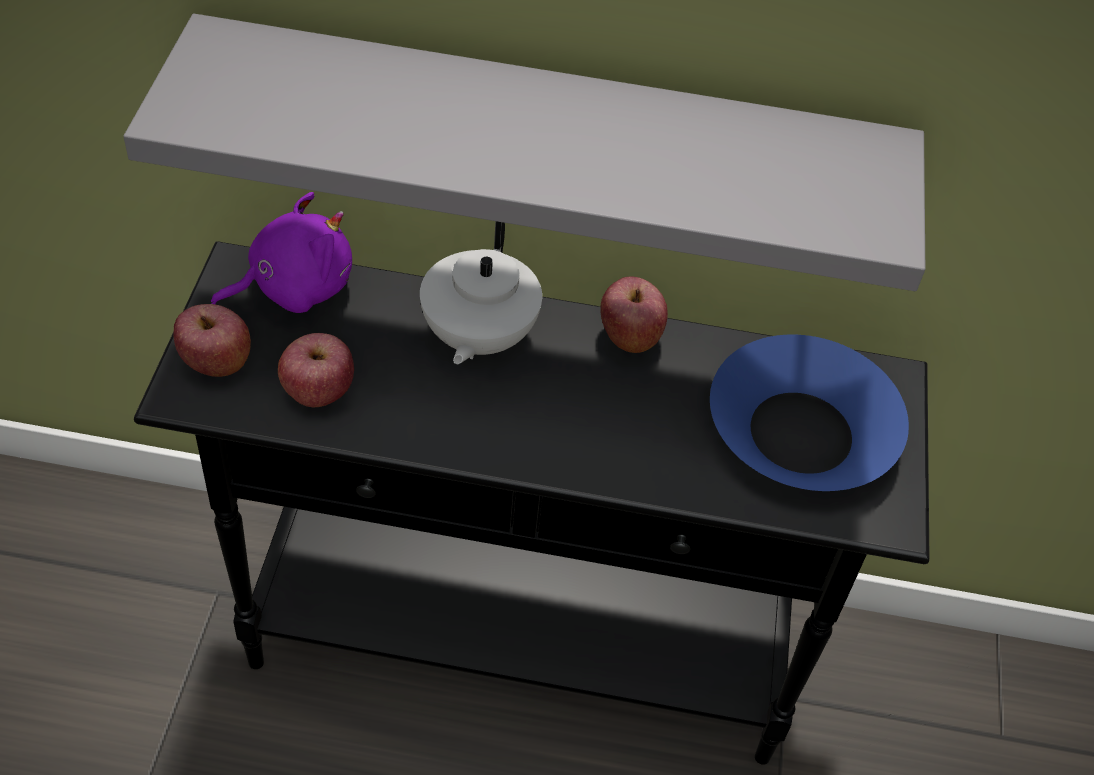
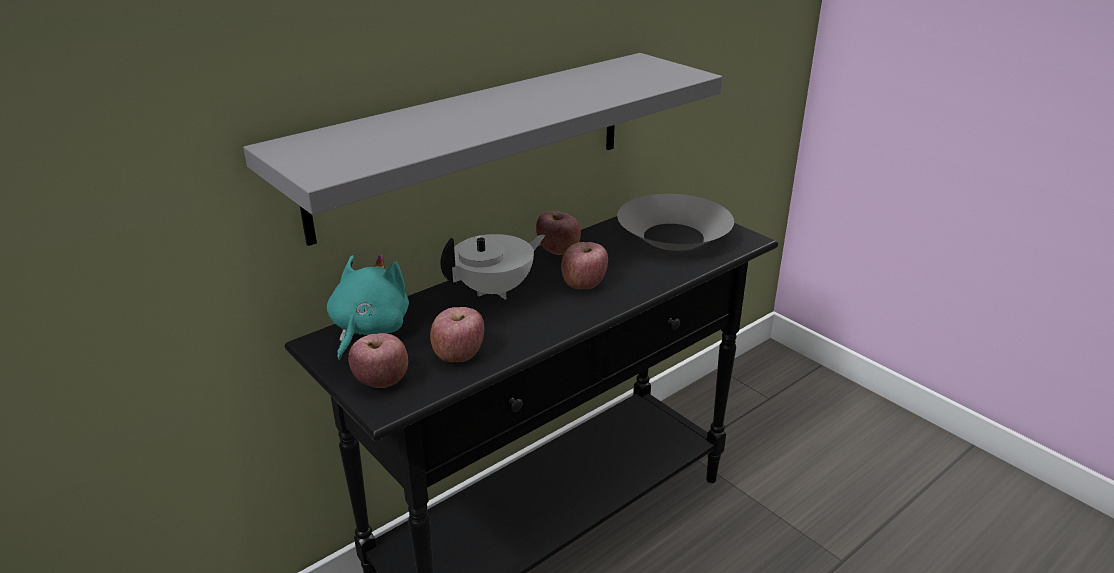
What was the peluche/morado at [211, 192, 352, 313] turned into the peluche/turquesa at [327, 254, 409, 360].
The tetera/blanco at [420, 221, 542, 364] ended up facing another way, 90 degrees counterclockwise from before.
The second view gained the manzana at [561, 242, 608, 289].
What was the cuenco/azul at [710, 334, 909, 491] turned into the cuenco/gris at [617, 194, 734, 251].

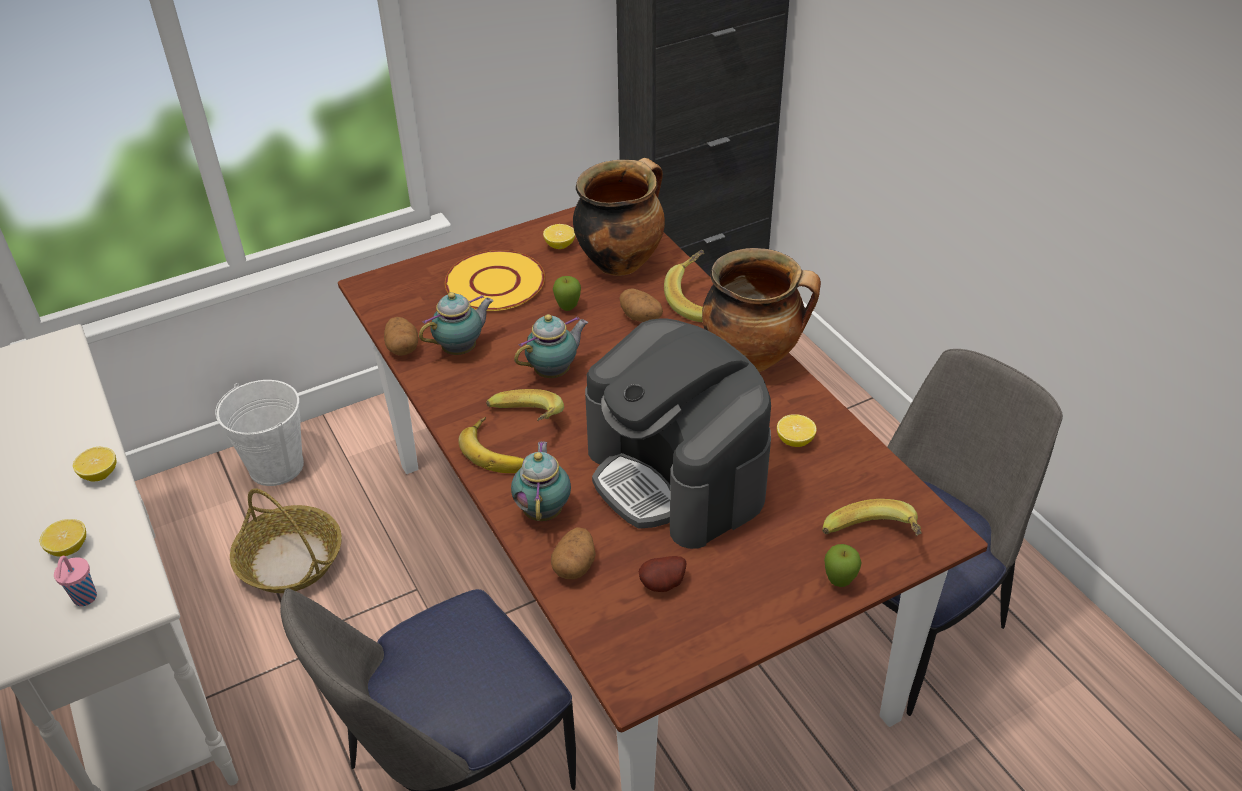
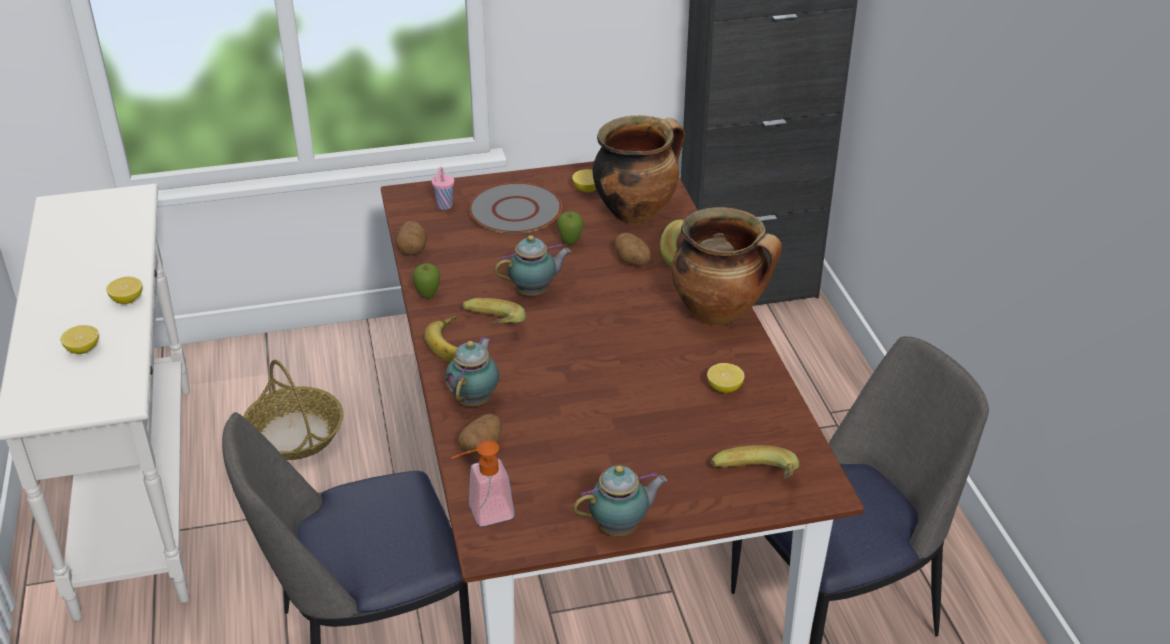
The manzana ended up elsewhere, having gone from [824, 544, 862, 587] to [412, 263, 440, 299].
The taza/rosa ended up elsewhere, having gone from [54, 556, 97, 606] to [432, 167, 454, 210].
The second view gained the dispensador de jabón at [451, 440, 514, 526].
What was the plato/amarillo at [445, 250, 545, 311] turned into the plato/gris at [469, 183, 562, 234].
The tetera ended up elsewhere, having gone from [419, 292, 493, 355] to [573, 465, 668, 536].
The second view lost the cubo/blanco at [215, 380, 304, 486].
The second view lost the cafetera at [585, 319, 771, 549].
The second view lost the patata at [639, 556, 686, 592].

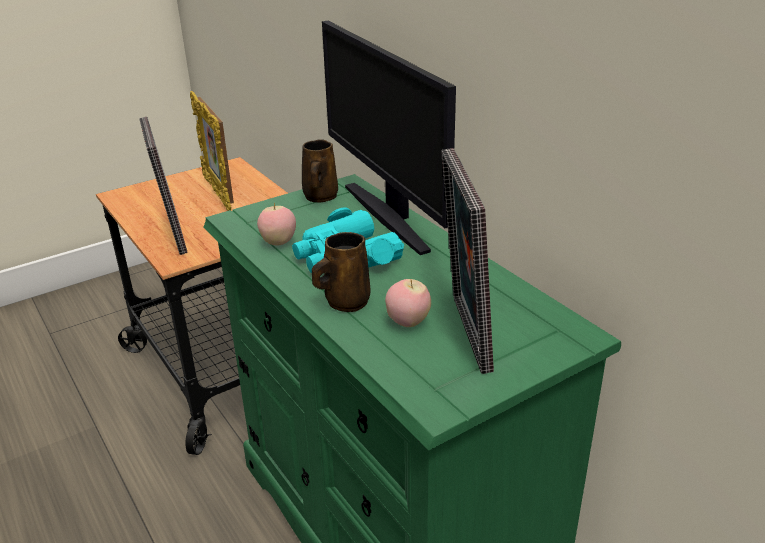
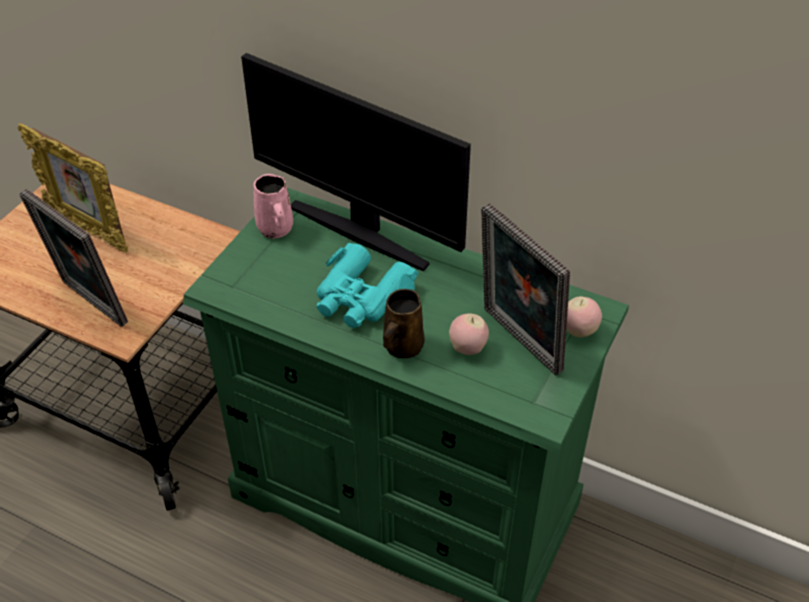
What was the taza grande/marrón at [302, 139, 338, 202] turned into the taza grande/rosa at [254, 174, 293, 239].
The manzana ended up elsewhere, having gone from [257, 202, 296, 246] to [566, 296, 602, 337].

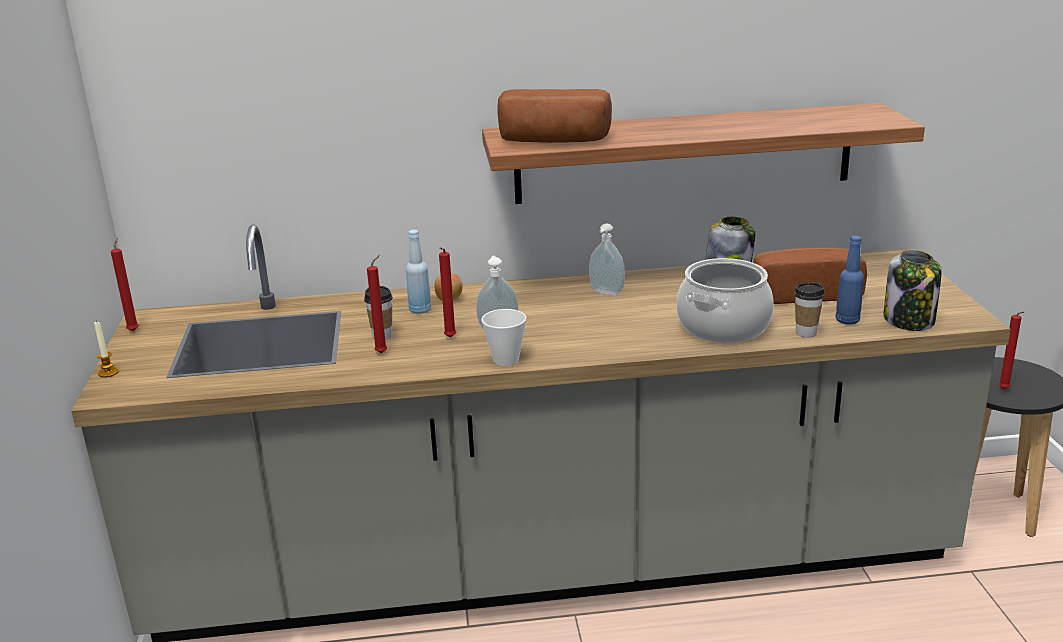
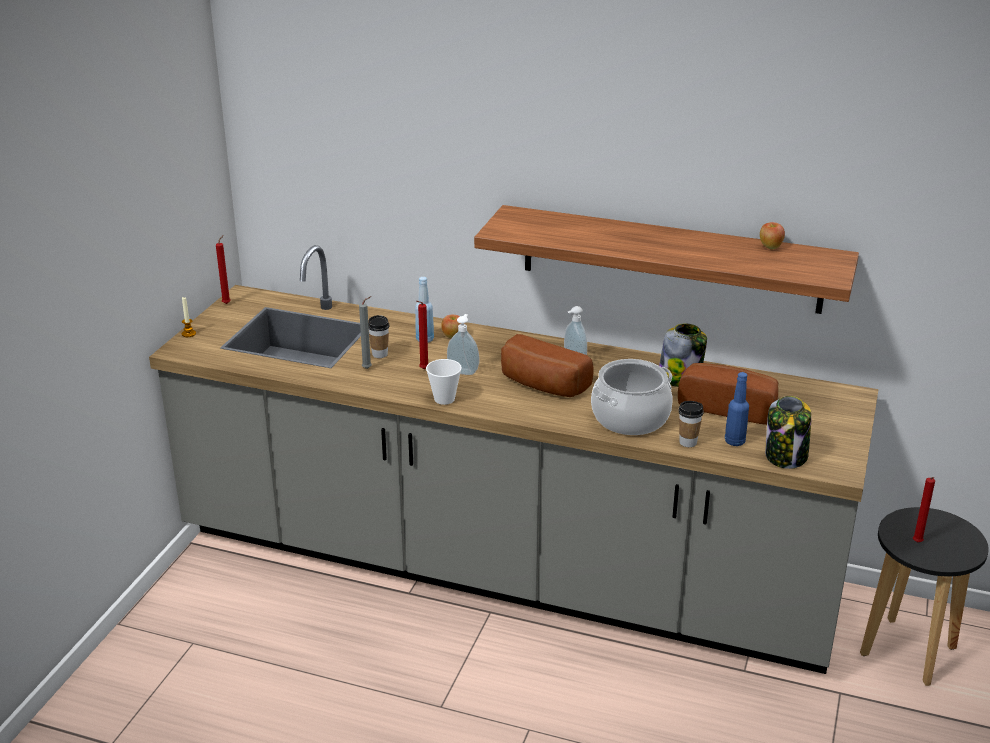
What was the vela/rojo at [367, 255, 387, 354] turned into the vela/gris at [359, 296, 372, 369].
The pan ended up elsewhere, having gone from [497, 89, 612, 143] to [501, 334, 593, 397].
The second view gained the manzana at [760, 222, 785, 249].

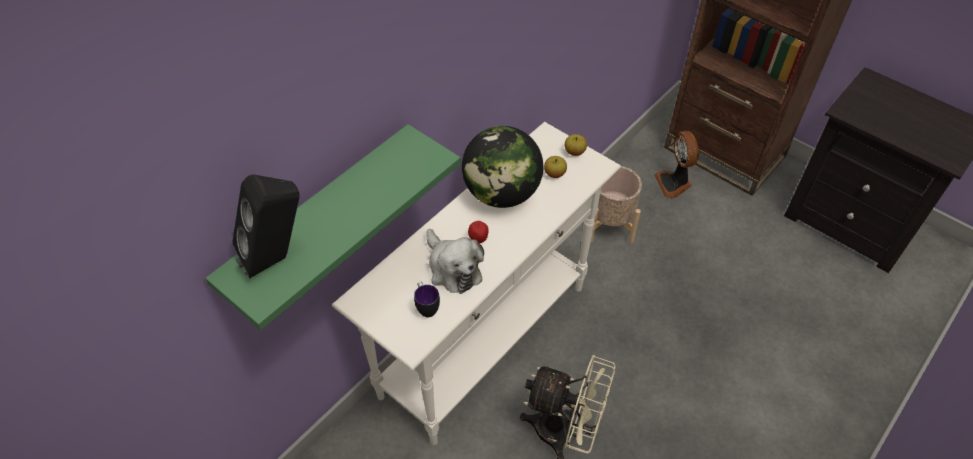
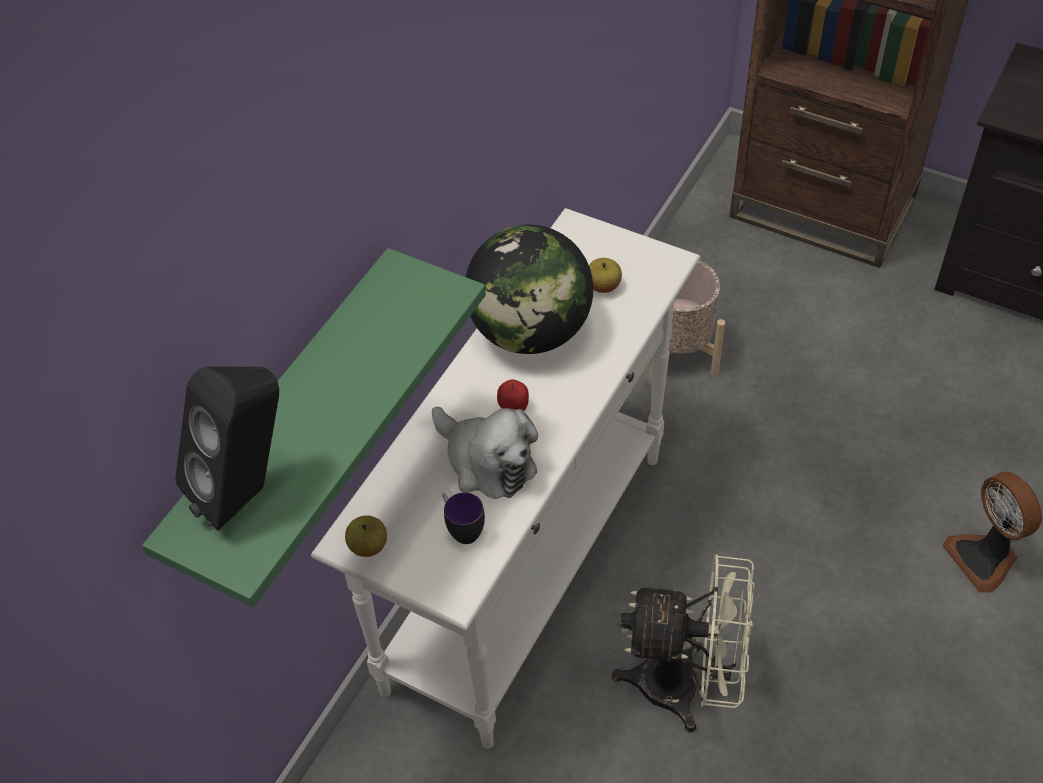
The manzana ended up elsewhere, having gone from [565, 134, 587, 156] to [345, 515, 387, 557].
The ventilador ended up elsewhere, having gone from [654, 131, 699, 199] to [942, 472, 1042, 593].

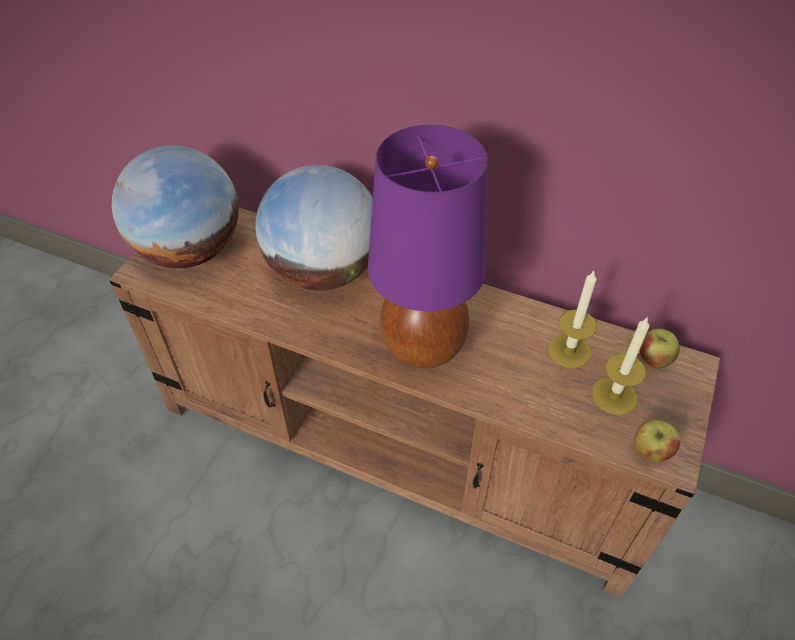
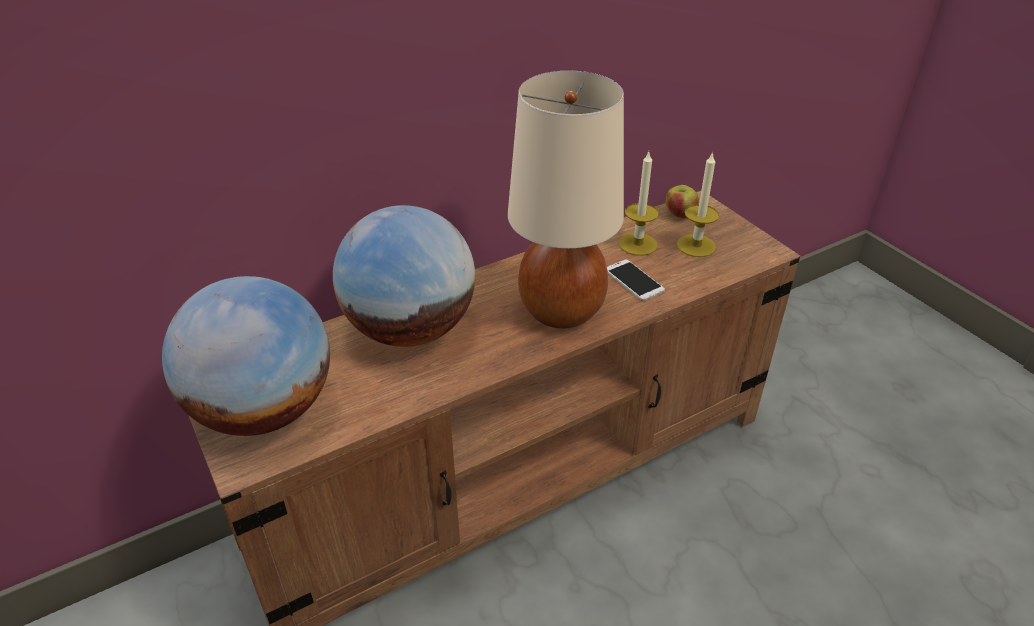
What was the lámpara de mesa/morado at [368, 125, 488, 368] turned into the lámpara de mesa/beis at [508, 71, 624, 328].
The second view gained the móvil at [607, 260, 665, 301].
The second view lost the manzana at [634, 420, 680, 462].

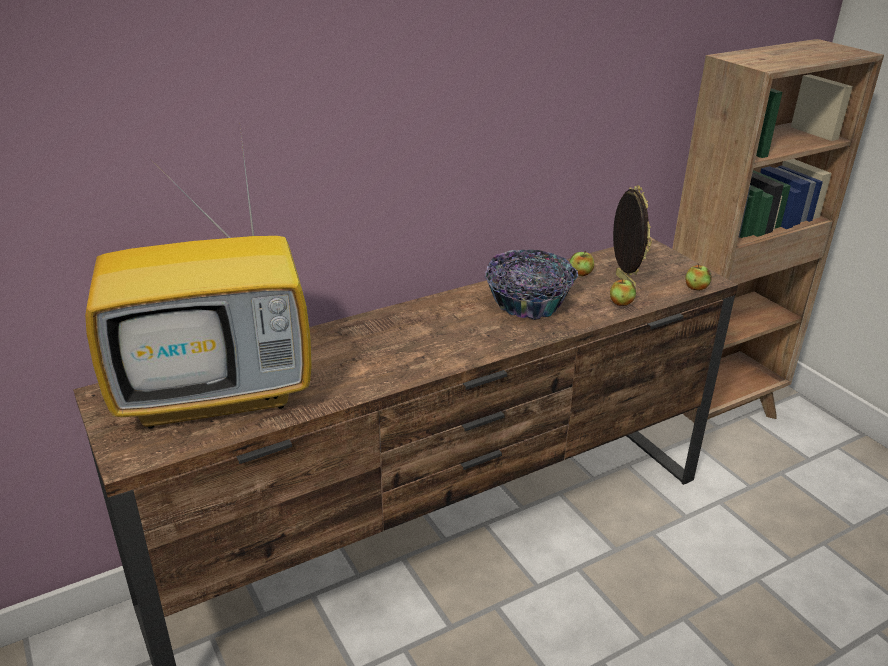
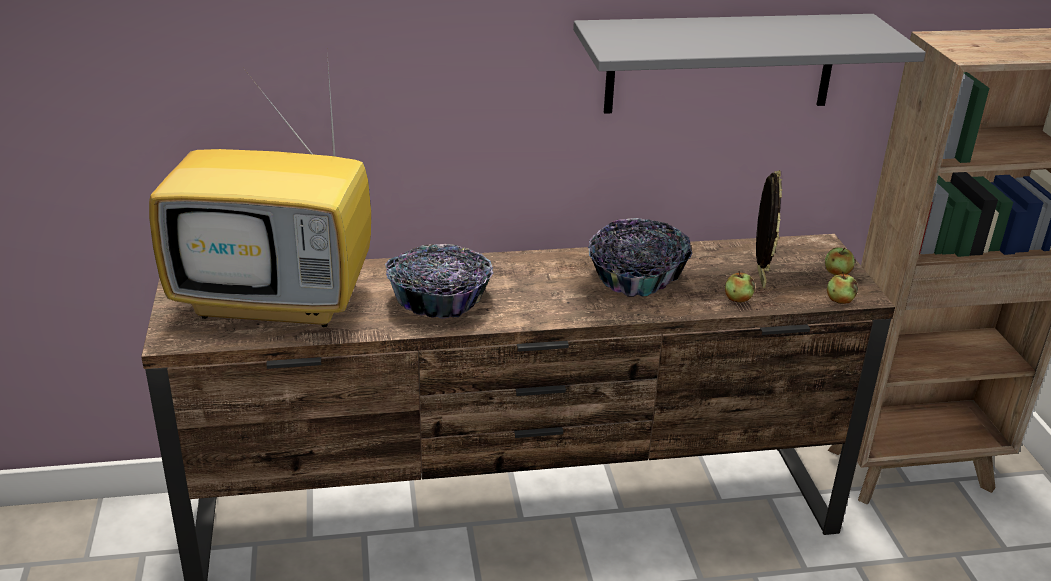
The second view gained the cuenco at [385, 244, 493, 319].
The second view gained the estante/gris at [573, 14, 926, 114].
The manzana ended up elsewhere, having gone from [570, 251, 594, 276] to [825, 247, 855, 275].

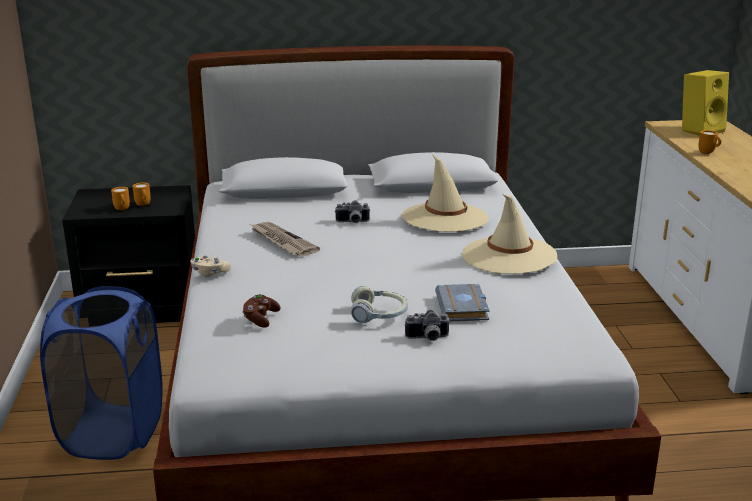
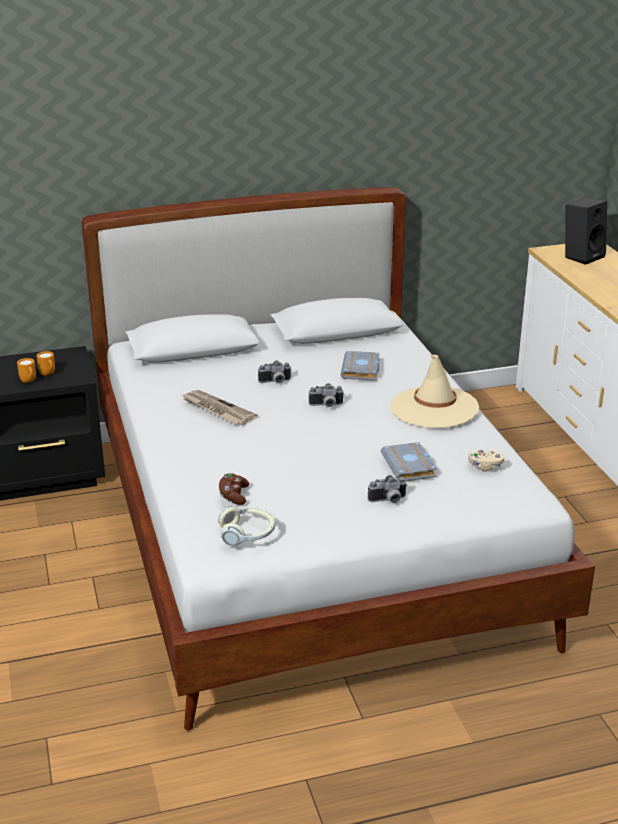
The auriculares ended up elsewhere, having gone from [351, 286, 408, 323] to [218, 506, 275, 546].
The second view gained the cámara at [308, 383, 343, 407].
Where the sombrero/beis stood at [402, 154, 488, 232], the libro/gris came to stand at [341, 351, 380, 381].
The mando de consola/beis ended up elsewhere, having gone from [190, 255, 231, 277] to [468, 450, 504, 471].
What was the altavoz/amarillo at [682, 70, 729, 136] turned into the altavoz/negro at [565, 198, 607, 265].
The second view lost the cesto de la ropa/azul at [40, 286, 163, 460].
The second view lost the taza grande/naranja at [698, 130, 721, 154].

